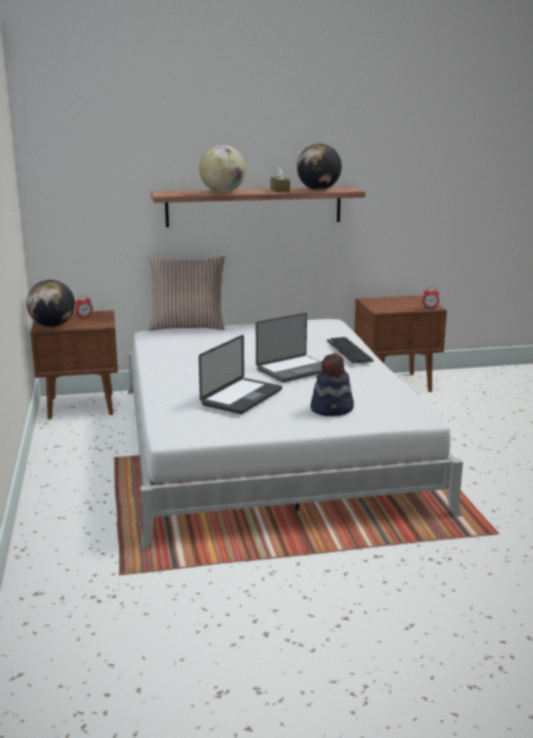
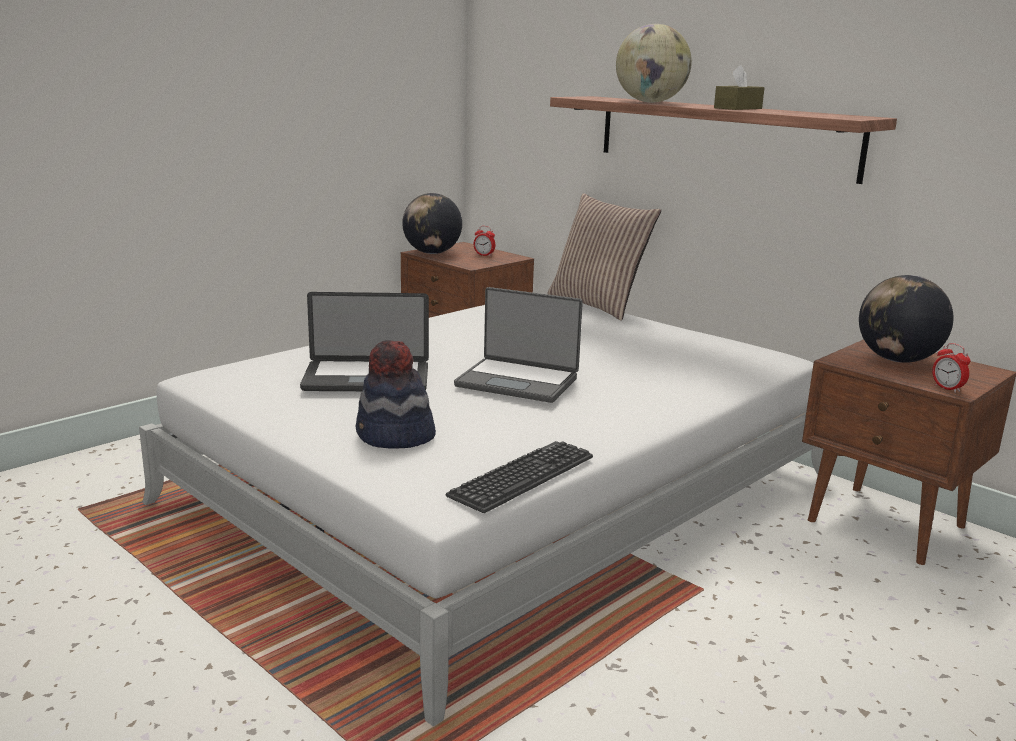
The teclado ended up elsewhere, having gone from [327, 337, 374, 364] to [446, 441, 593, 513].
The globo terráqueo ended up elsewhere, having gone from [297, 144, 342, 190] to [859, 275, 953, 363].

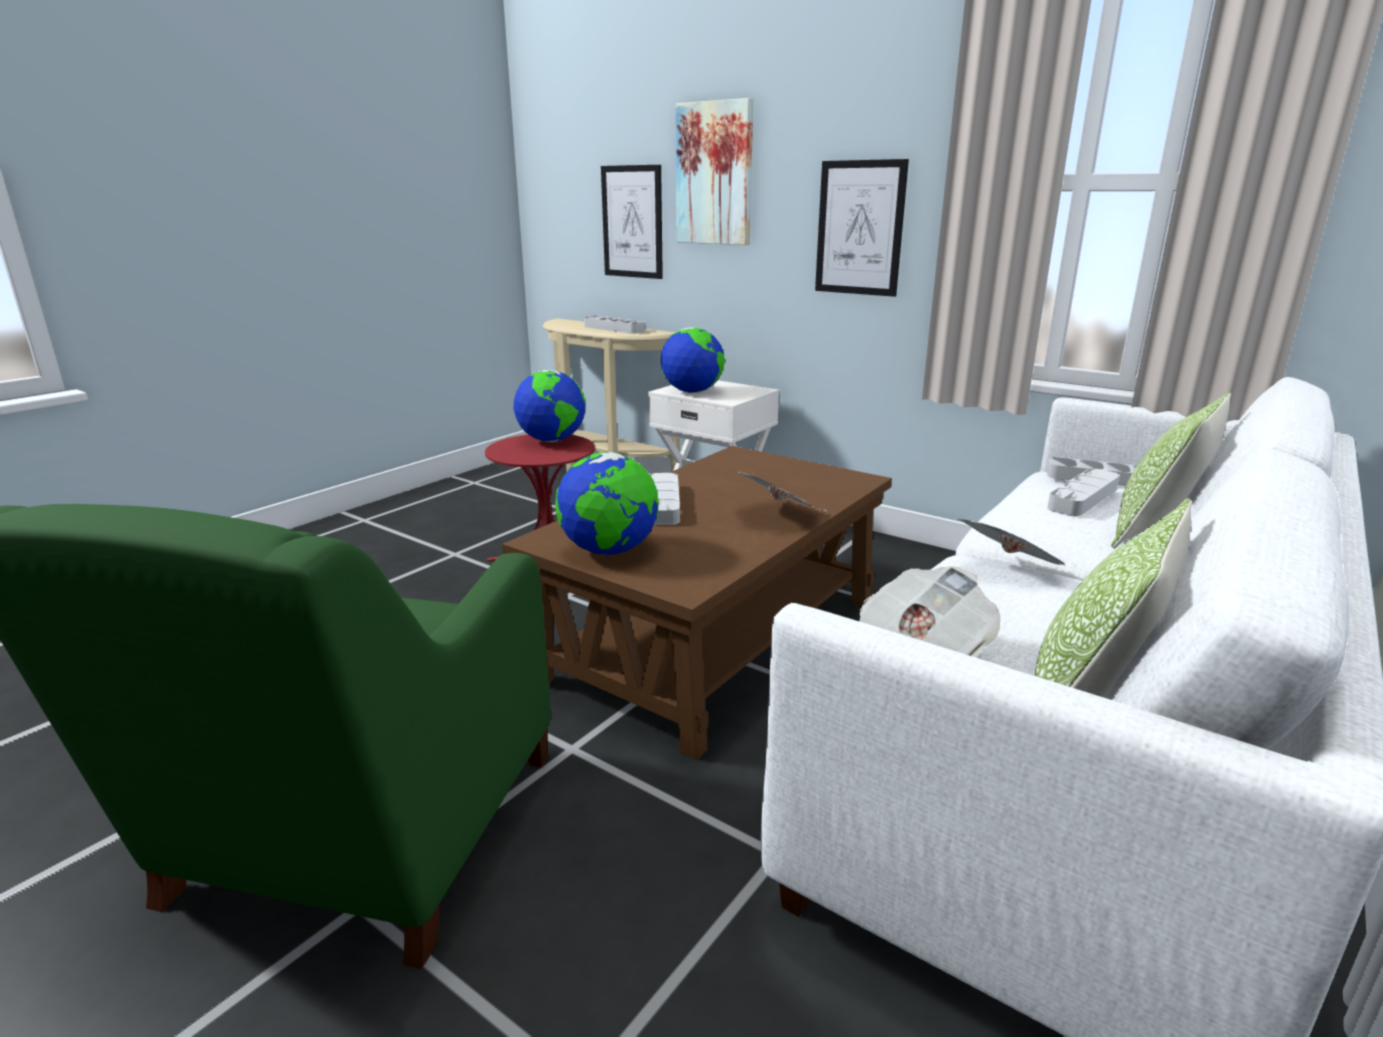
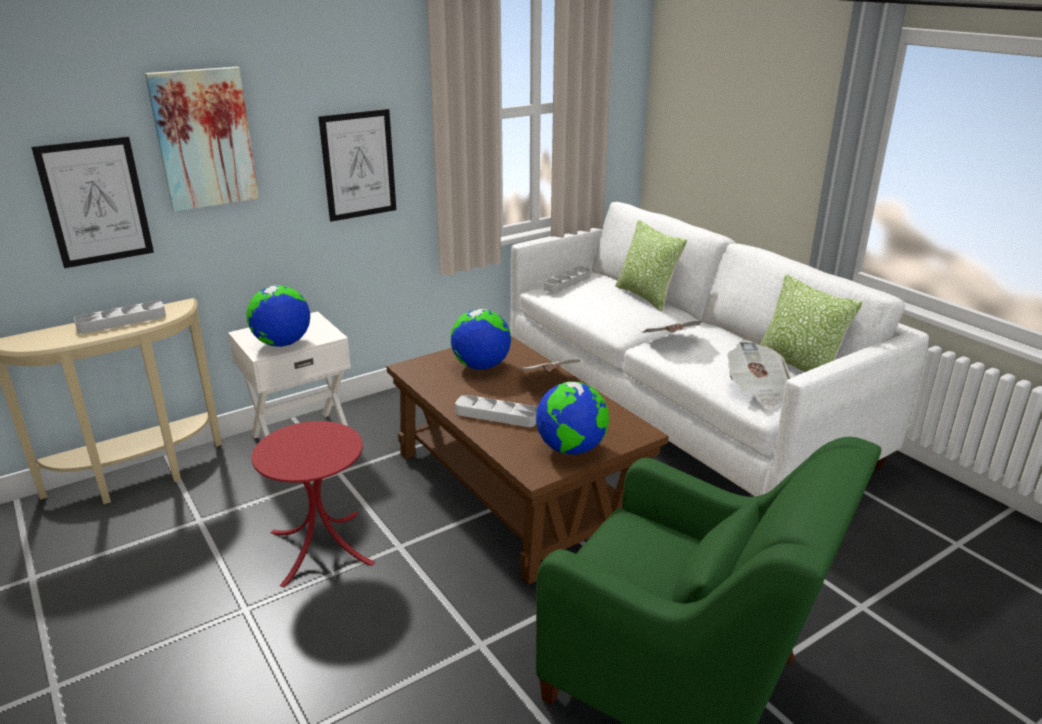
The globo terráqueo ended up elsewhere, having gone from [513, 370, 585, 442] to [450, 309, 511, 370].
The second view lost the bandeja/gris at [1047, 468, 1120, 516].

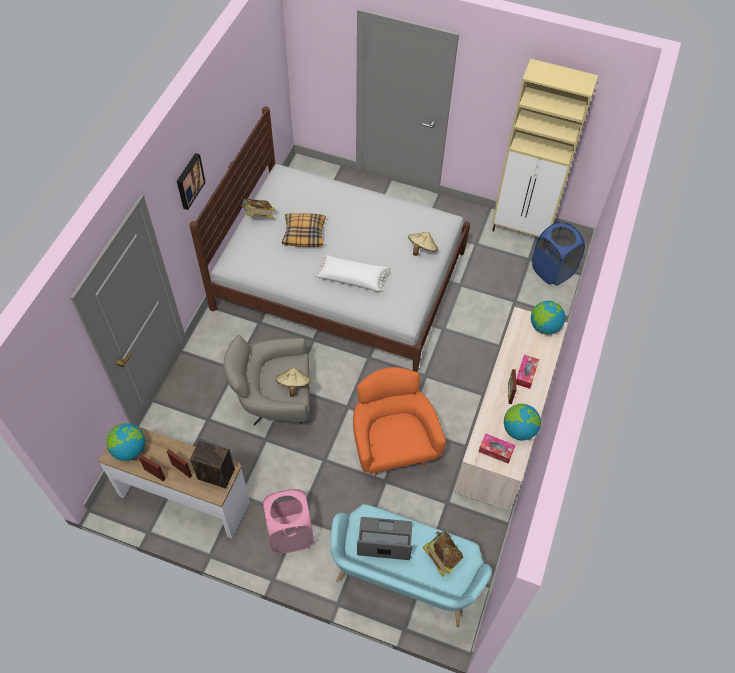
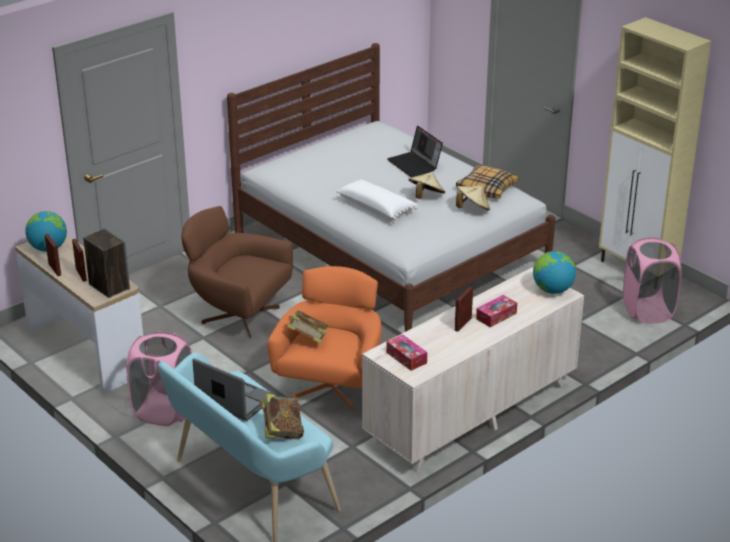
What was the sillón/gris at [224, 335, 310, 426] turned into the sillón/marrón at [181, 206, 293, 338].
The libro ended up elsewhere, having gone from [241, 199, 275, 218] to [287, 310, 328, 344].
The second view gained the portátil at [387, 126, 443, 177].
The sombrero/beis ended up elsewhere, having gone from [276, 367, 311, 397] to [408, 172, 445, 199].
The cojín ended up elsewhere, having gone from [282, 213, 326, 247] to [456, 165, 519, 199].
What was the cesto de la ropa/azul at [532, 222, 585, 286] turned into the cesto de la ropa/rosa at [623, 237, 682, 324].
The second view lost the cuadro at [177, 153, 206, 210].
The second view lost the globo terráqueo at [504, 404, 541, 441].

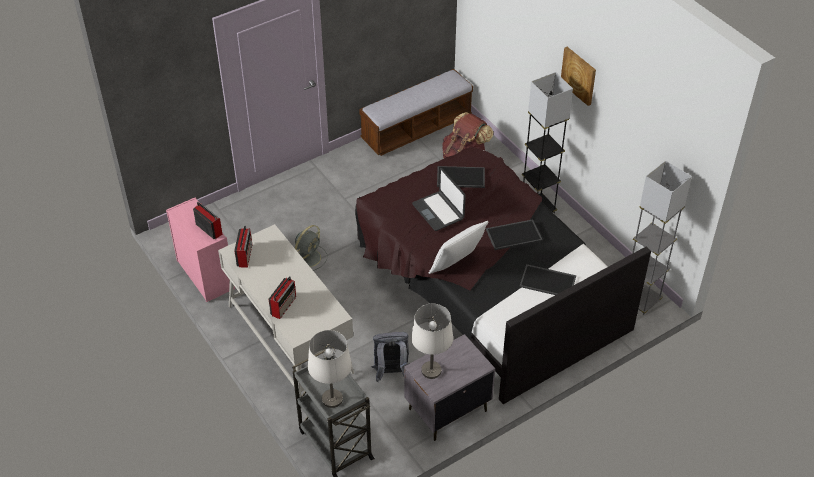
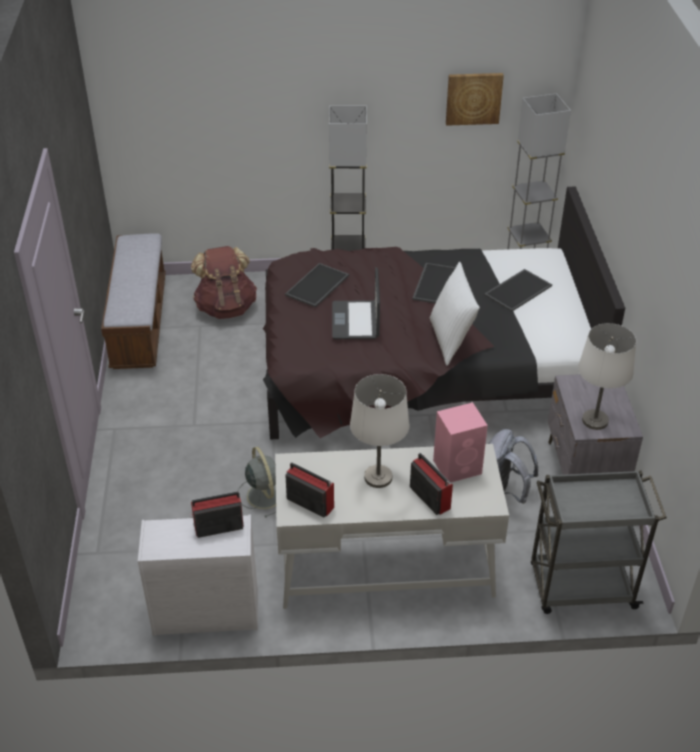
What was the cómoda/rosa at [166, 197, 235, 302] turned into the cómoda/blanco at [138, 515, 258, 636].
The portátil at [412, 168, 466, 231] ended up facing another way, 90 degrees clockwise from before.
The lámpara de mesa/blanco ended up elsewhere, having gone from [308, 330, 352, 408] to [350, 374, 410, 488].
The second view gained the altavoz/rosa at [433, 402, 488, 482].
The cuadro ended up elsewhere, having gone from [561, 47, 596, 106] to [446, 73, 504, 126].

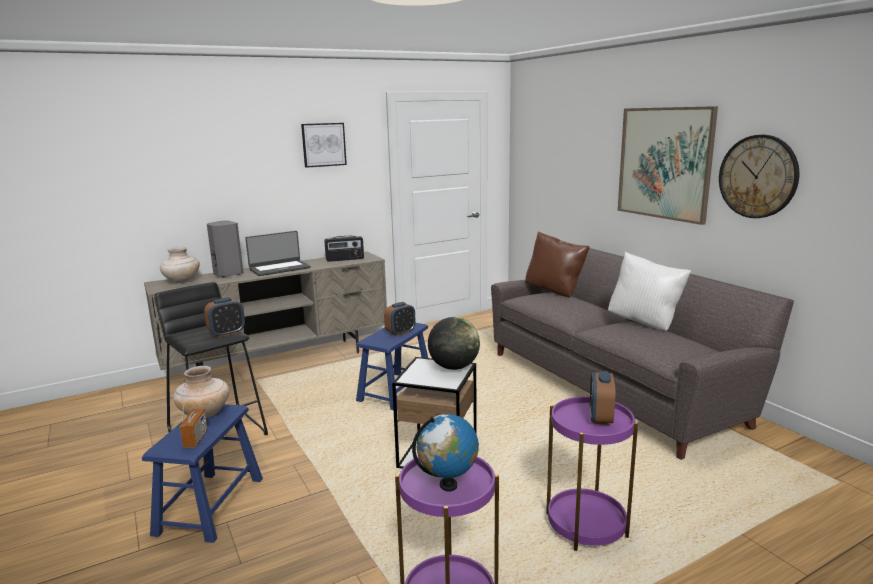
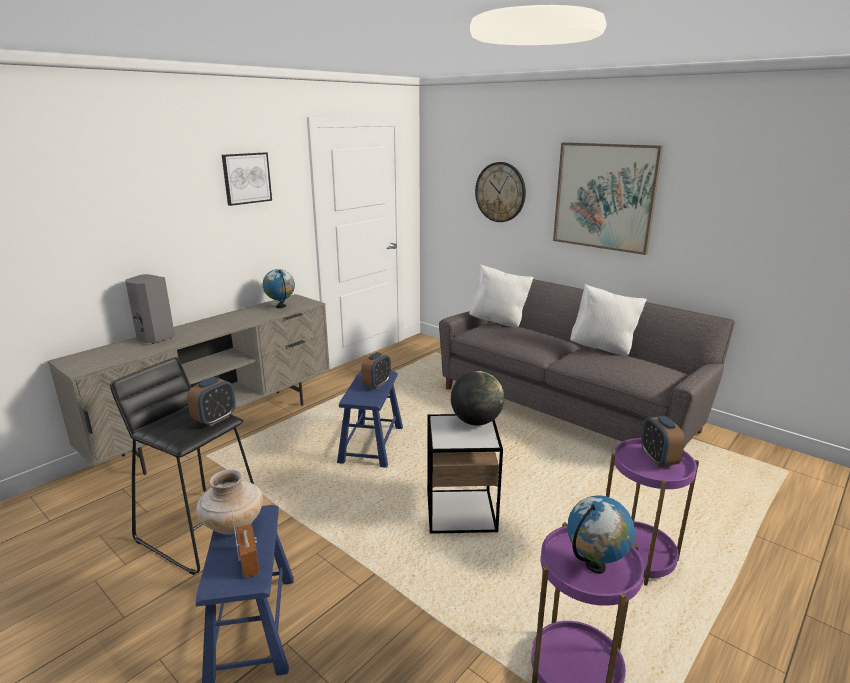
Where the radio stood at [324, 236, 364, 262], the globo terráqueo came to stand at [263, 269, 295, 308].
What was the cojín/marrón at [525, 231, 590, 297] turned into the cojín/blanco at [469, 264, 534, 328].
The reloj de pared ended up elsewhere, having gone from [719, 135, 799, 218] to [475, 162, 526, 222].
The second view lost the florero/beis at [160, 247, 200, 283].
The second view lost the portátil at [245, 231, 311, 276].

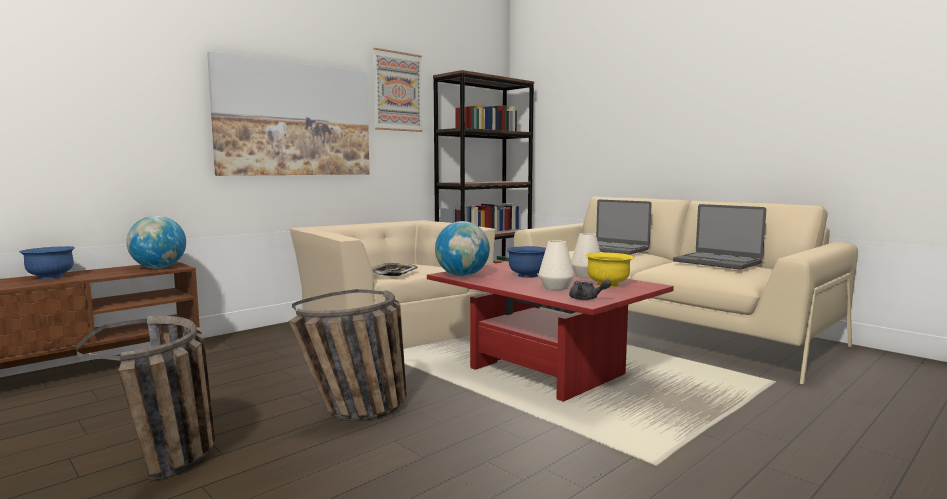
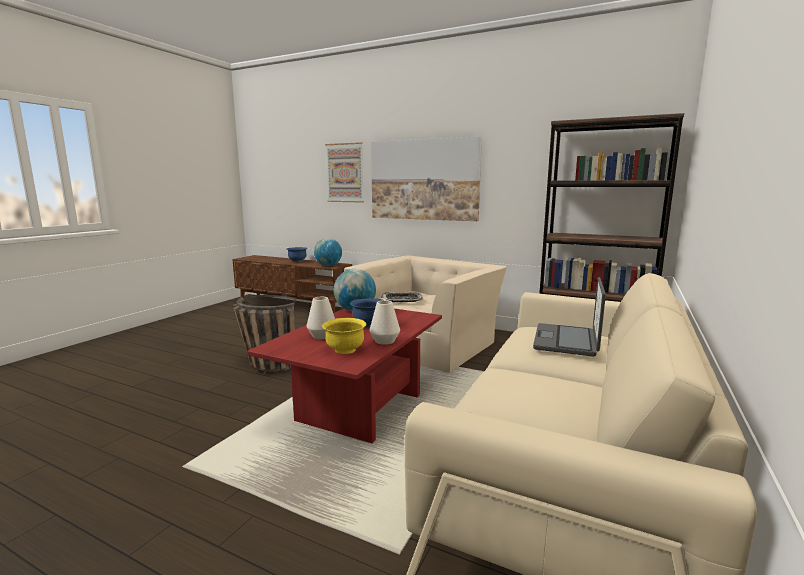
The cuadro ended up elsewhere, having gone from [373, 48, 423, 132] to [325, 142, 364, 203].
The second view lost the cesta at [76, 316, 215, 481].
The second view lost the tetera/gris at [569, 279, 611, 300].
The second view lost the portátil at [673, 204, 766, 269].

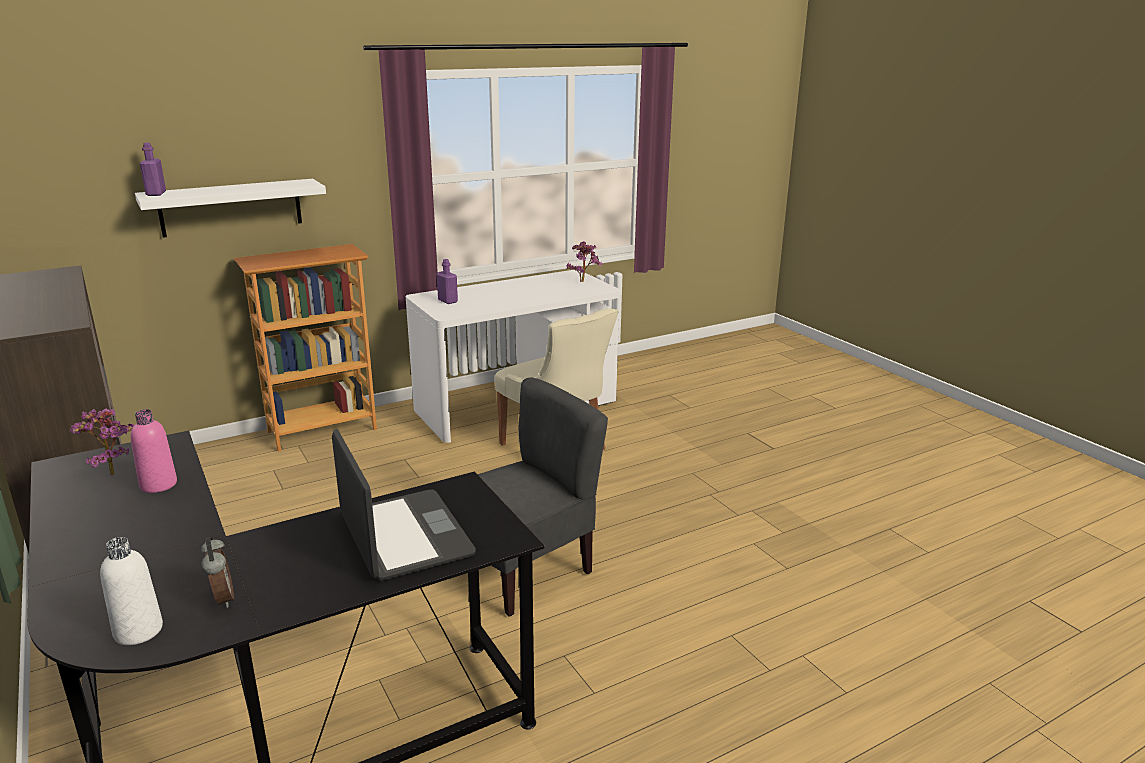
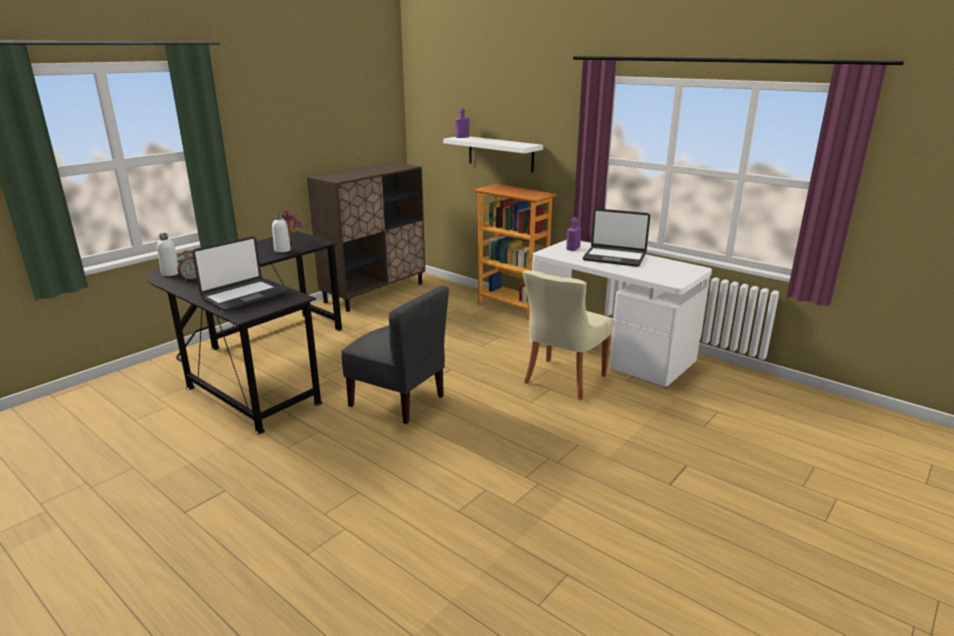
What was the botella/rosa at [131, 409, 177, 493] turned into the botella/blanco at [272, 214, 291, 253].
The second view gained the portátil at [582, 208, 650, 267].
The second view lost the planta en maceta at [566, 241, 602, 282].

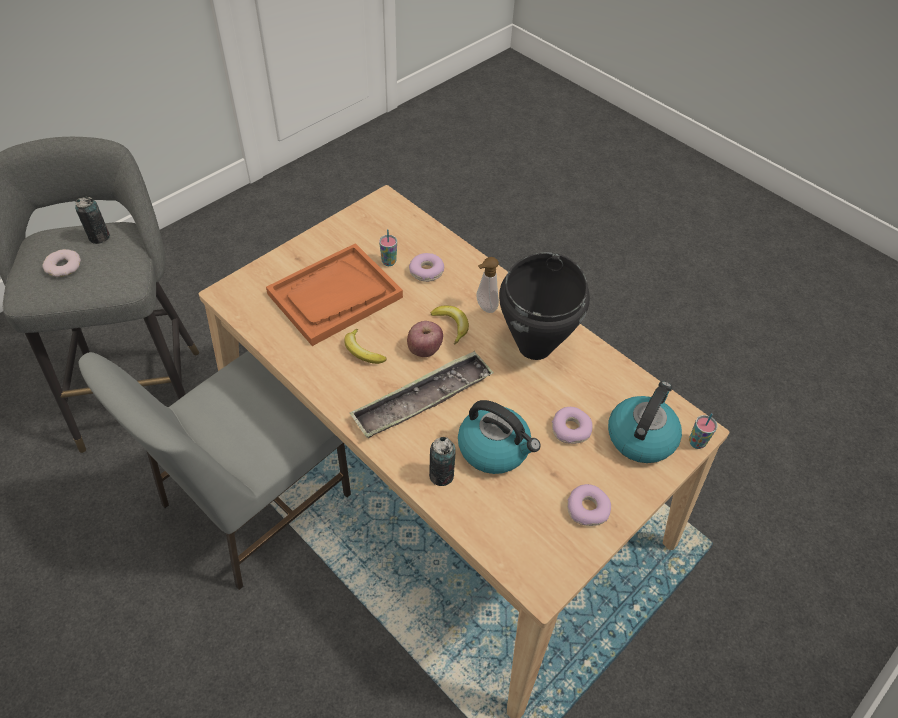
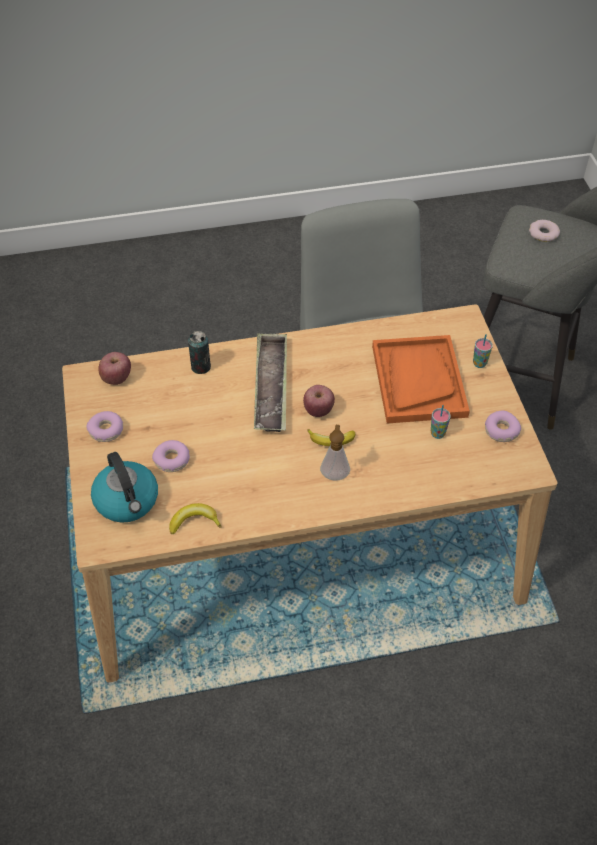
The second view gained the manzana at [98, 352, 131, 385].
The plátano ended up elsewhere, having gone from [344, 329, 387, 364] to [169, 503, 221, 535].
The taza ended up elsewhere, having gone from [689, 413, 718, 449] to [473, 334, 493, 368].
The rosquilla ended up elsewhere, having gone from [409, 253, 444, 282] to [485, 410, 521, 442].
The second view lost the lata at [75, 196, 110, 244].
The second view lost the hervidor at [458, 400, 541, 474].
The second view lost the olla/negro at [499, 252, 590, 360].

